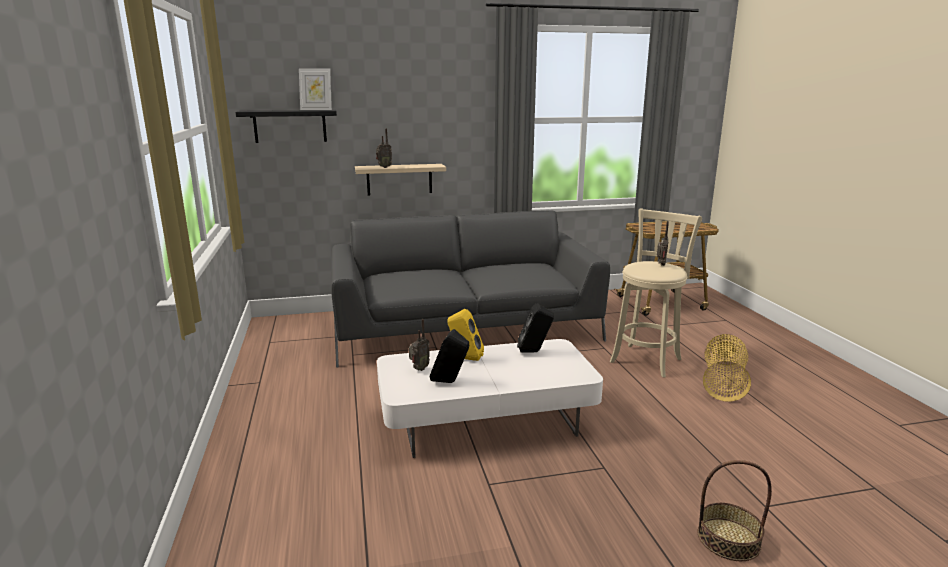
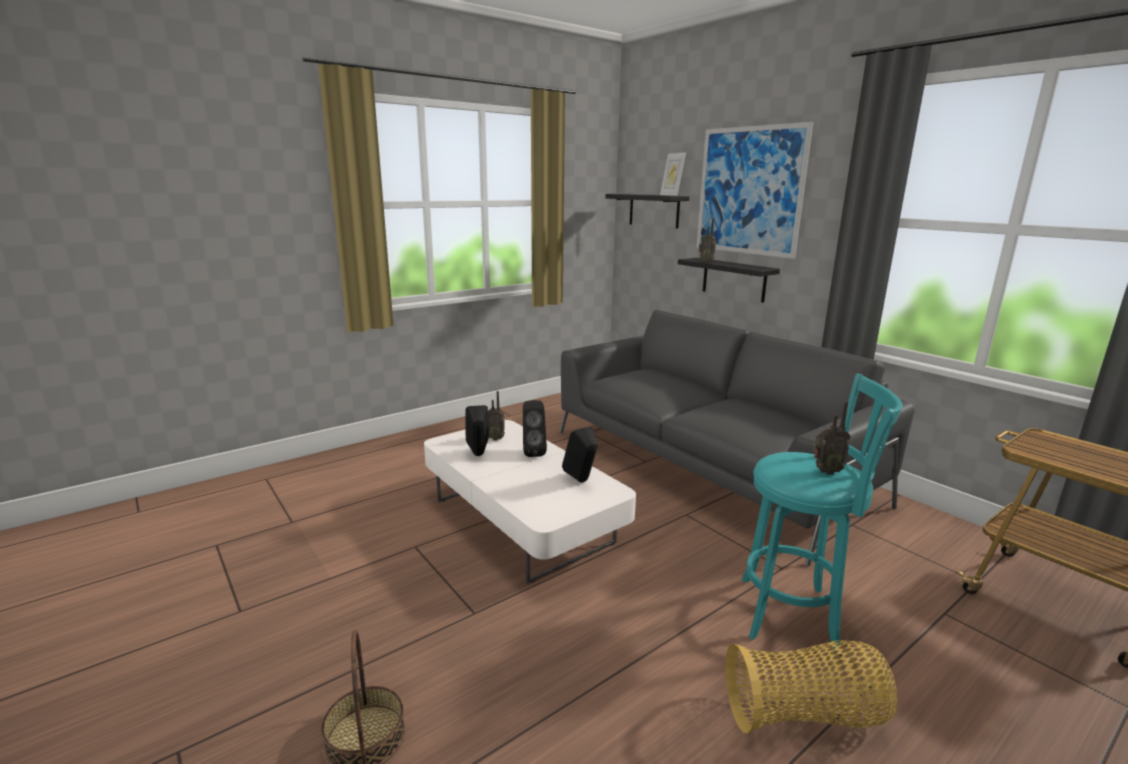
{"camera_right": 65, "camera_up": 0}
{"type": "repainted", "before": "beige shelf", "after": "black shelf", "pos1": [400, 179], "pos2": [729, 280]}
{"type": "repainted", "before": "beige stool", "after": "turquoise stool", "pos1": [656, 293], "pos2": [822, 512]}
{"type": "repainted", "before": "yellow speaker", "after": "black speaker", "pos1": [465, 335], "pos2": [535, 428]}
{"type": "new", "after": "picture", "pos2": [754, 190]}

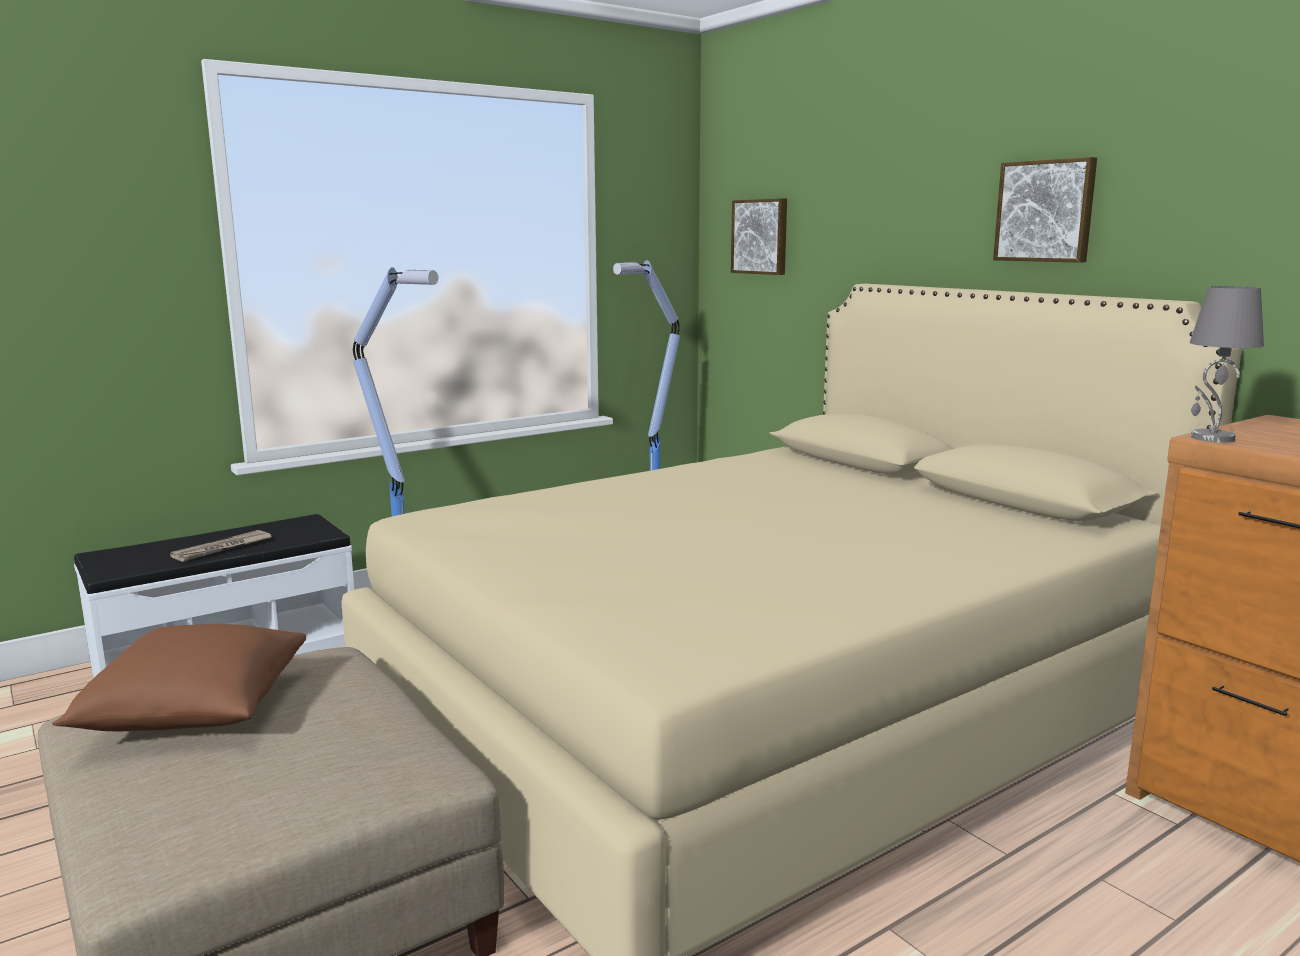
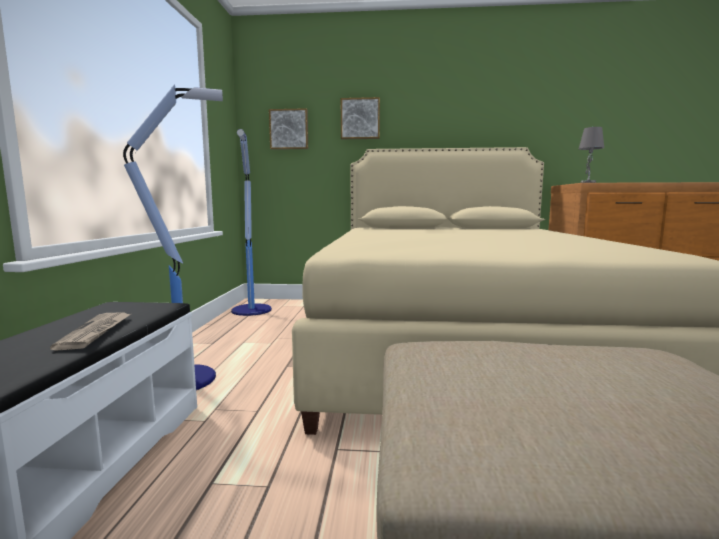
{"camera_right": -50, "camera_up": -5}
{"type": "shifted", "before": "picture", "pos1": [1045, 210], "pos2": [360, 118]}
{"type": "gone", "before": "brown pillow", "pos1": [179, 677]}

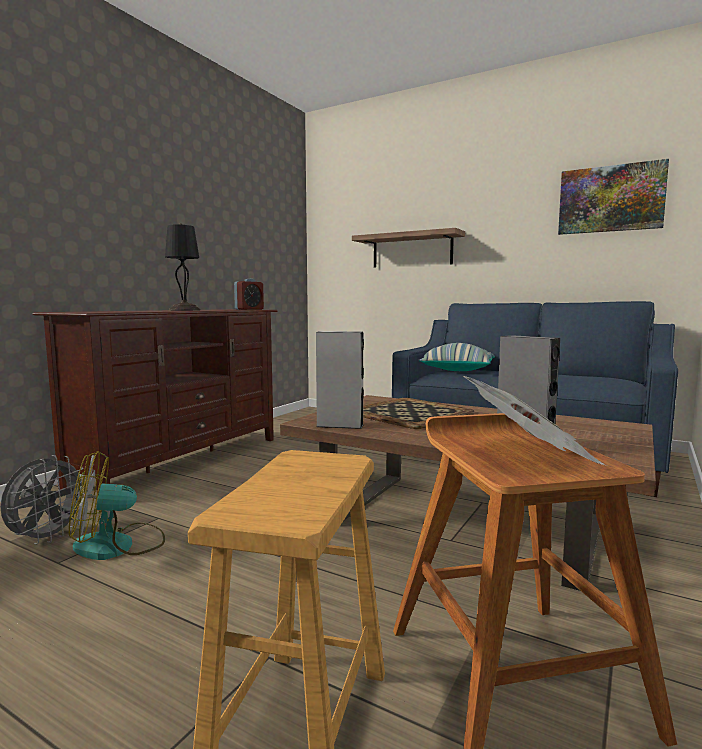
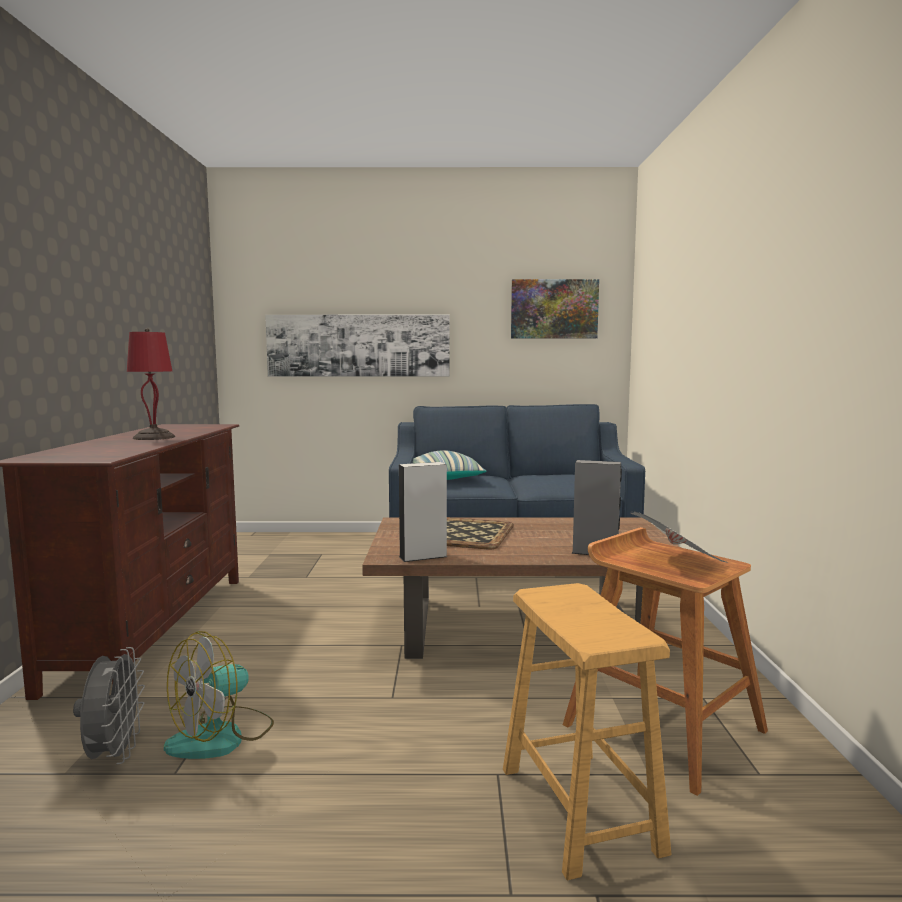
{"camera_right": -30, "camera_up": 0}
{"type": "repainted", "before": "black table lamp", "after": "red table lamp", "pos1": [182, 267], "pos2": [151, 384]}
{"type": "swapped", "before": "shelf", "after": "picture", "pos1": [408, 247], "pos2": [357, 345]}
{"type": "gone", "before": "alarm clock", "pos1": [249, 294]}

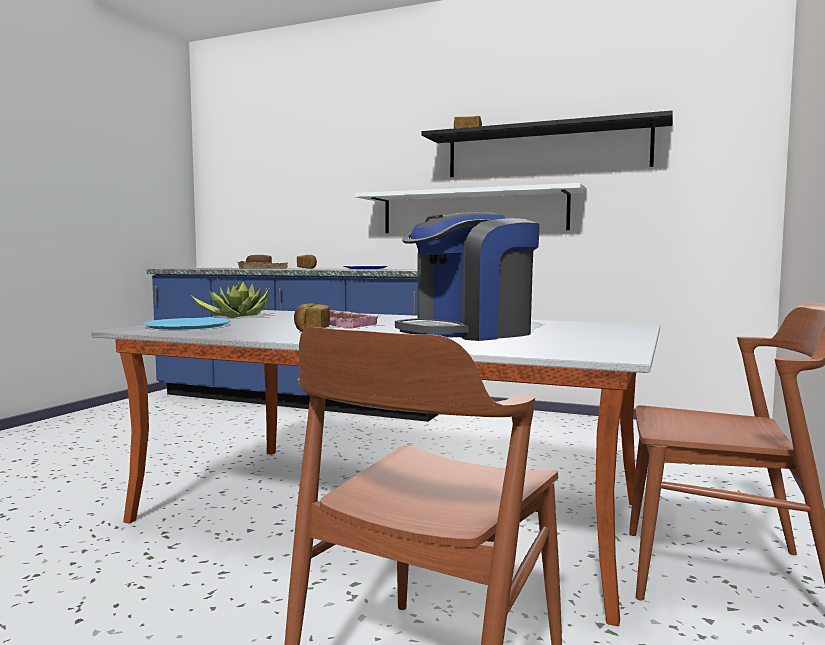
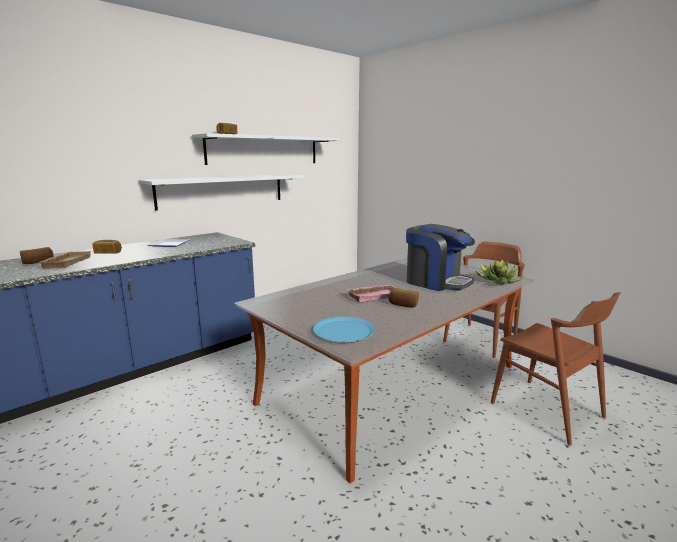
{"camera_right": -65, "camera_up": 10}
{"type": "repainted", "before": "black shelf", "after": "white shelf", "pos1": [547, 143], "pos2": [265, 149]}
{"type": "rotated", "before": "coffee machine", "pos1": [467, 276], "pos2": [440, 257], "turn": -45}
{"type": "shifted", "before": "potted plant", "pos1": [231, 299], "pos2": [500, 272]}

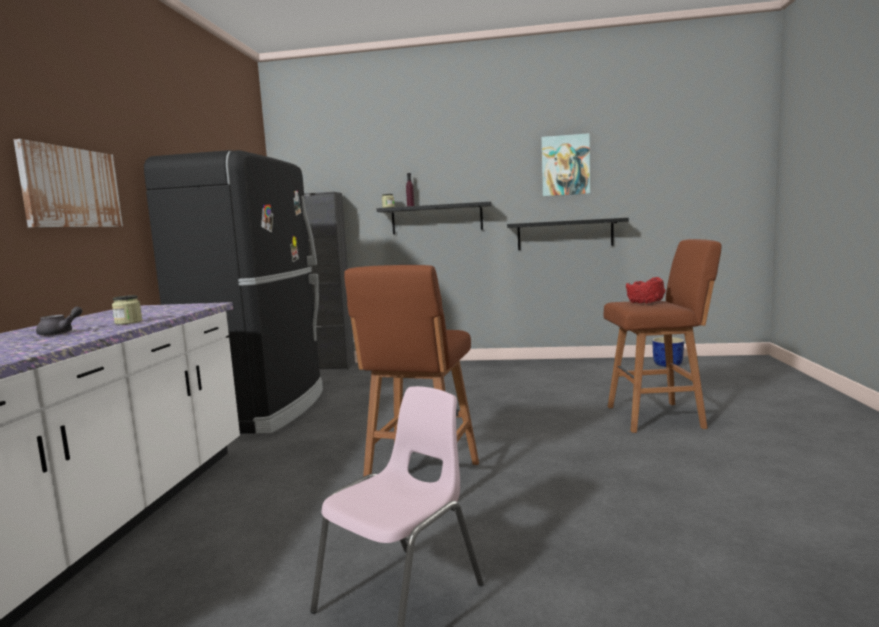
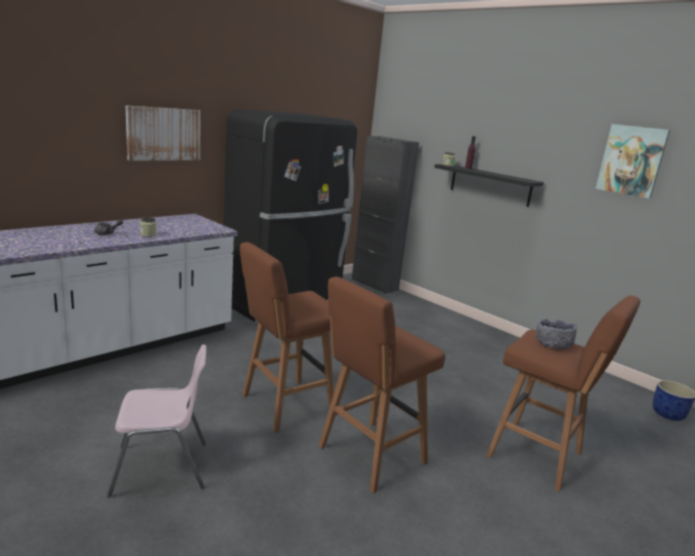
{"camera_right": 35, "camera_up": 10}
{"type": "gone", "before": "black shelf", "pos1": [568, 234]}
{"type": "repainted", "before": "red bowl", "after": "grey bowl", "pos1": [646, 290], "pos2": [556, 334]}
{"type": "new", "after": "brown stool", "pos2": [381, 385]}

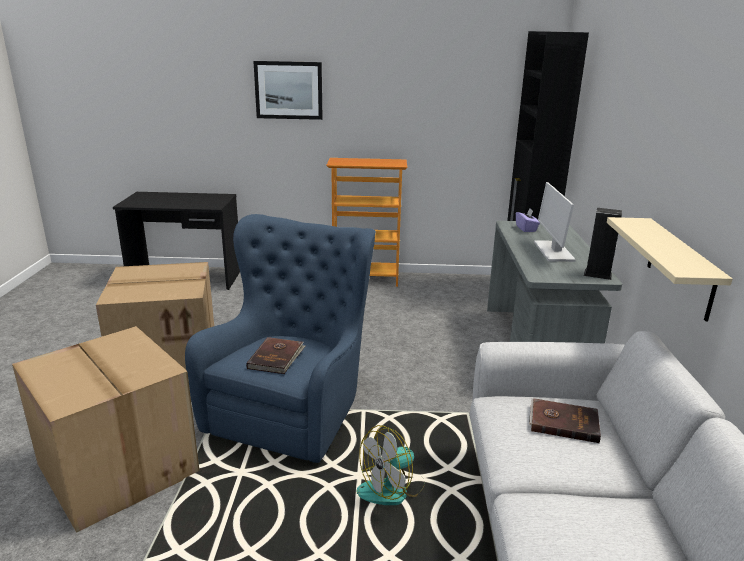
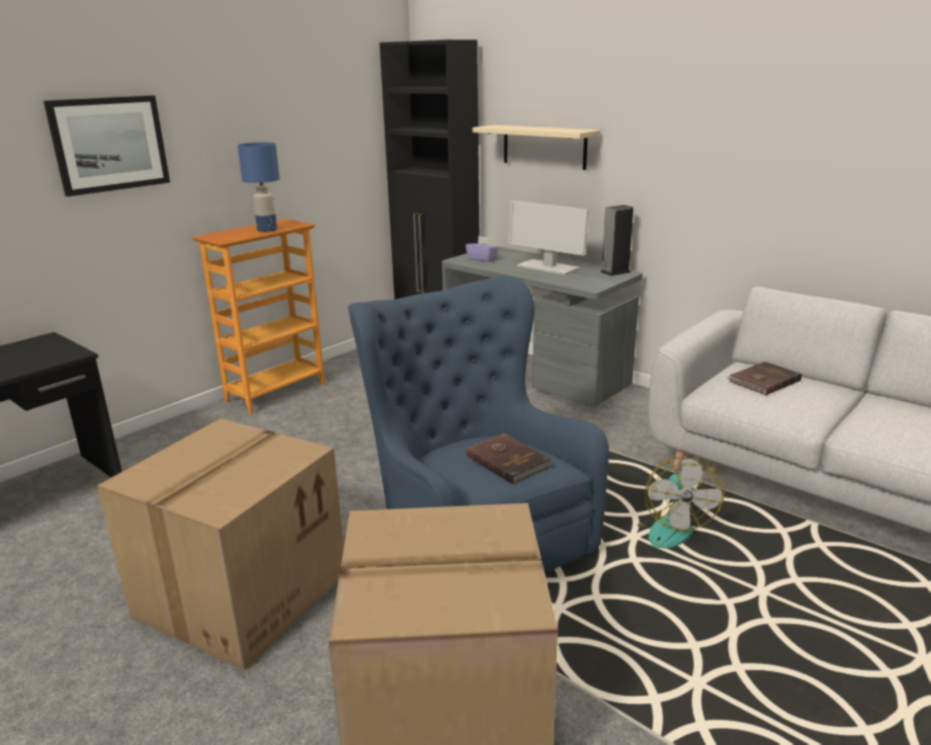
{"camera_right": -50, "camera_up": 0}
{"type": "shifted", "before": "beige shelf", "pos1": [670, 269], "pos2": [537, 147]}
{"type": "new", "after": "blue table lamp", "pos2": [259, 187]}

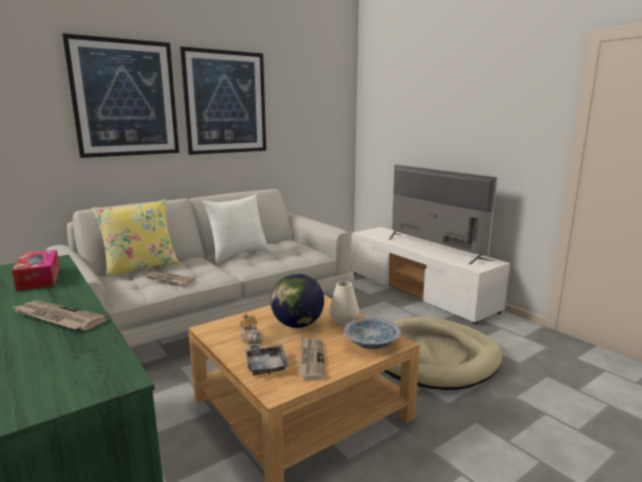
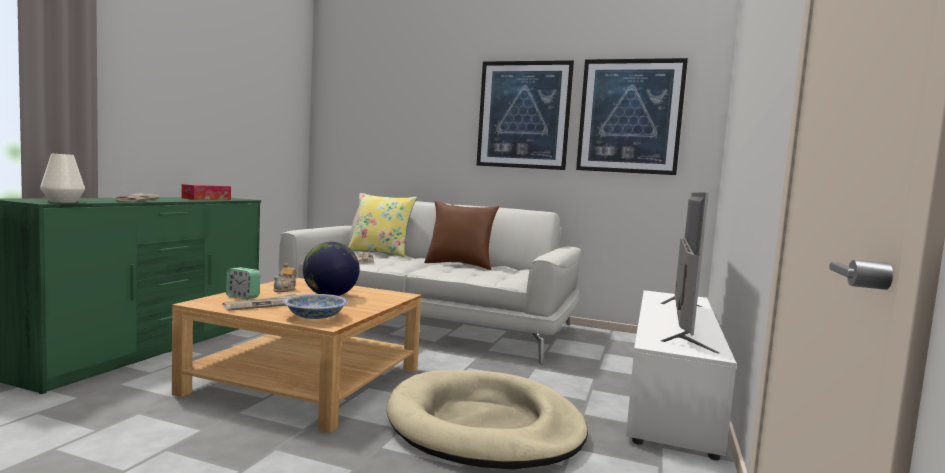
{"camera_right": 55, "camera_up": -10}
{"type": "shifted", "before": "picture", "pos1": [120, 95], "pos2": [632, 116]}
{"type": "repainted", "before": "white pillow", "after": "brown pillow", "pos1": [236, 228], "pos2": [461, 235]}
{"type": "shifted", "before": "white vase", "pos1": [344, 303], "pos2": [62, 178]}
{"type": "swapped", "before": "grey tray", "after": "alarm clock", "pos1": [267, 359], "pos2": [243, 283]}

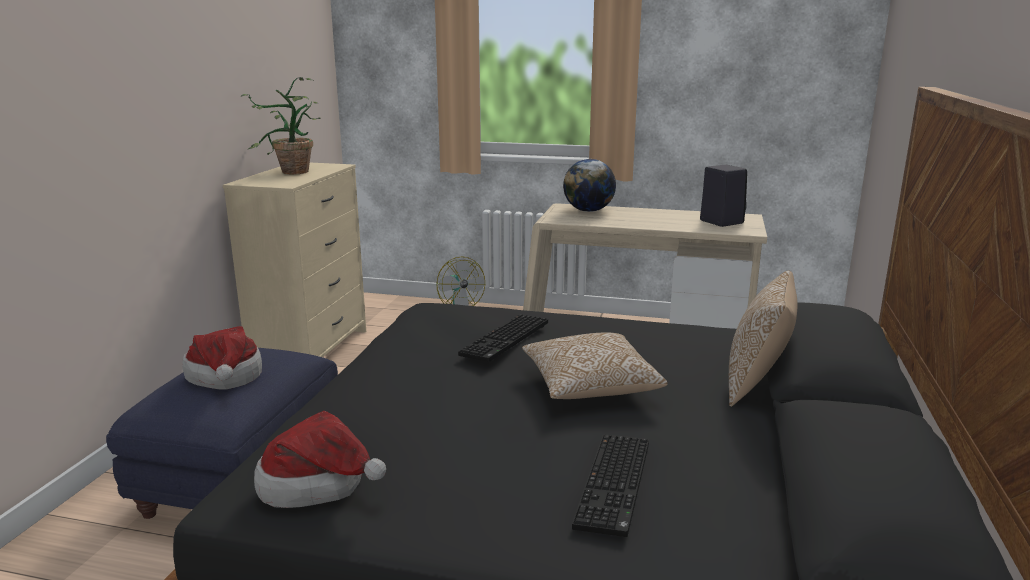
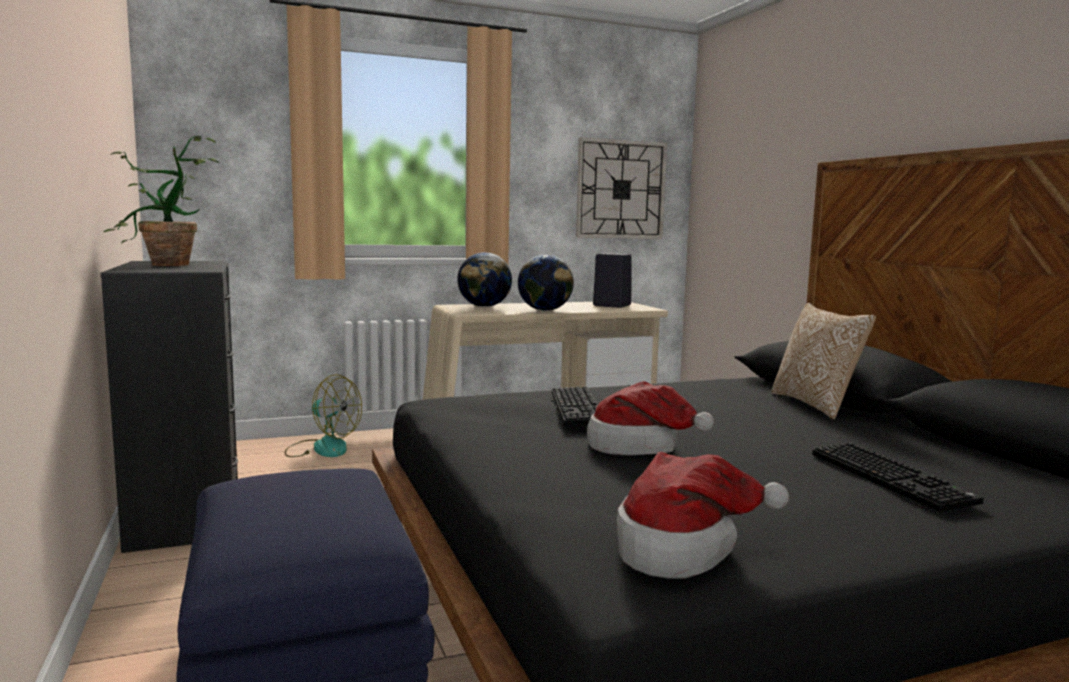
{"camera_right": -35, "camera_up": -10}
{"type": "repainted", "before": "beige dresser", "after": "black dresser", "pos1": [294, 260], "pos2": [169, 407]}
{"type": "shifted", "before": "hat", "pos1": [222, 358], "pos2": [650, 418]}
{"type": "gone", "before": "pillow", "pos1": [595, 366]}
{"type": "new", "after": "wall clock", "pos2": [621, 188]}
{"type": "new", "after": "globe", "pos2": [546, 283]}

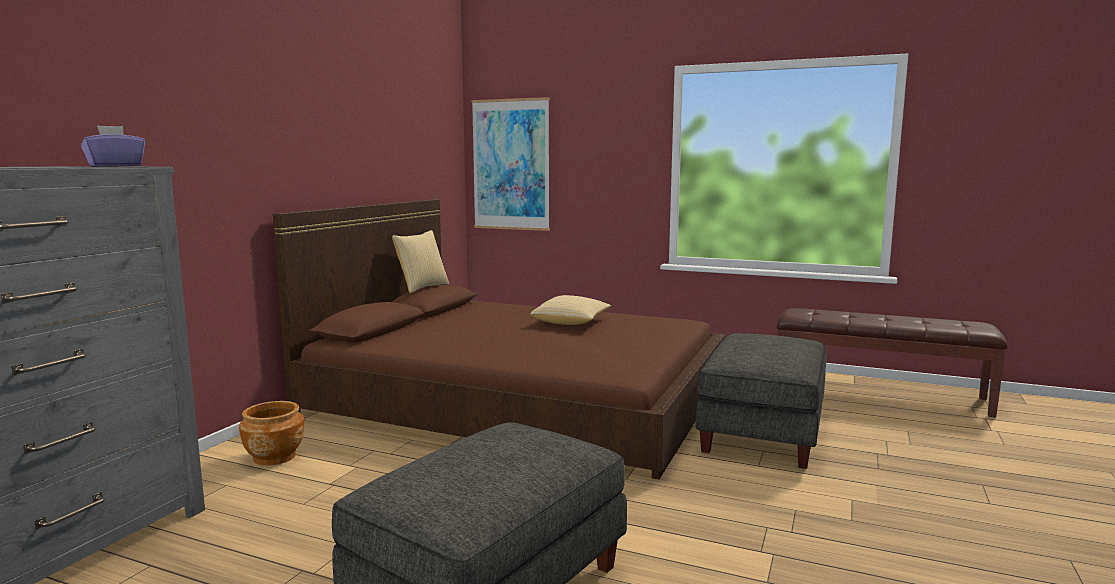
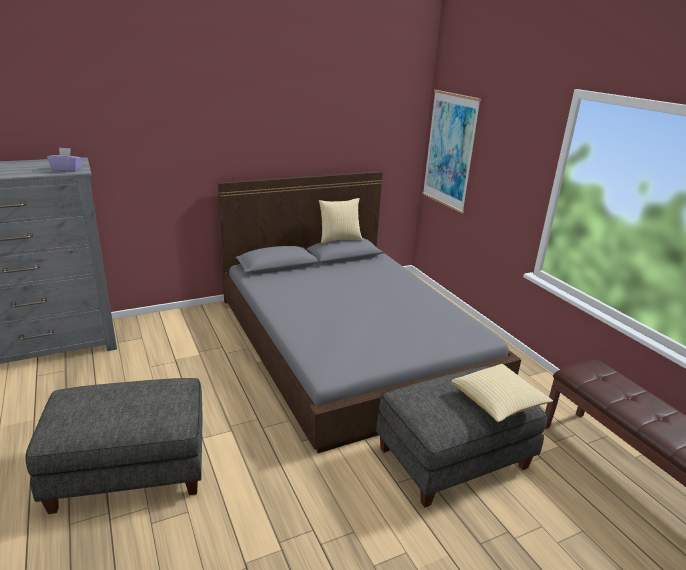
{"camera_right": 40, "camera_up": 15}
{"type": "repainted", "before": "brown bed", "after": "grey bed", "pos1": [499, 339], "pos2": [369, 312]}
{"type": "shifted", "before": "pillow", "pos1": [570, 310], "pos2": [502, 393]}
{"type": "gone", "before": "brown planter", "pos1": [271, 433]}

